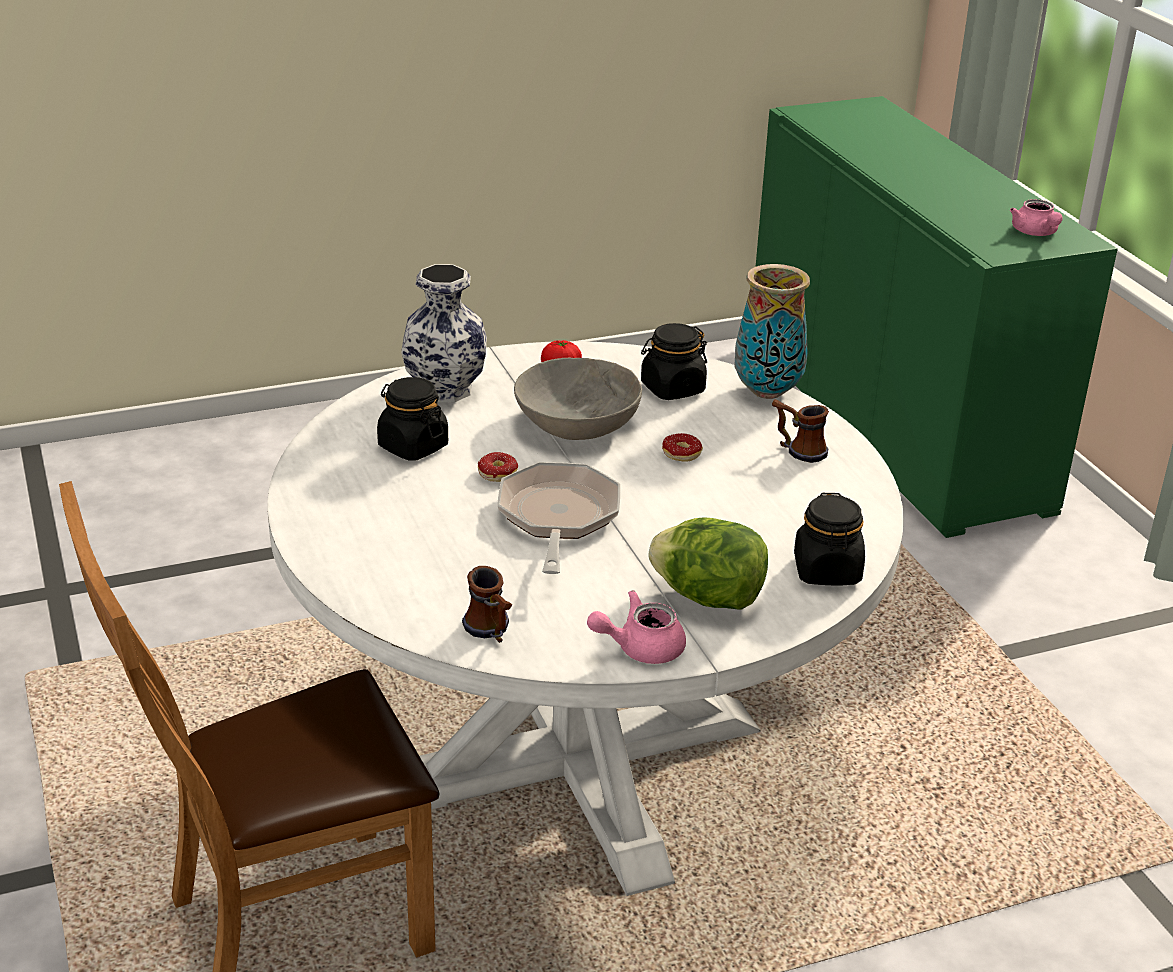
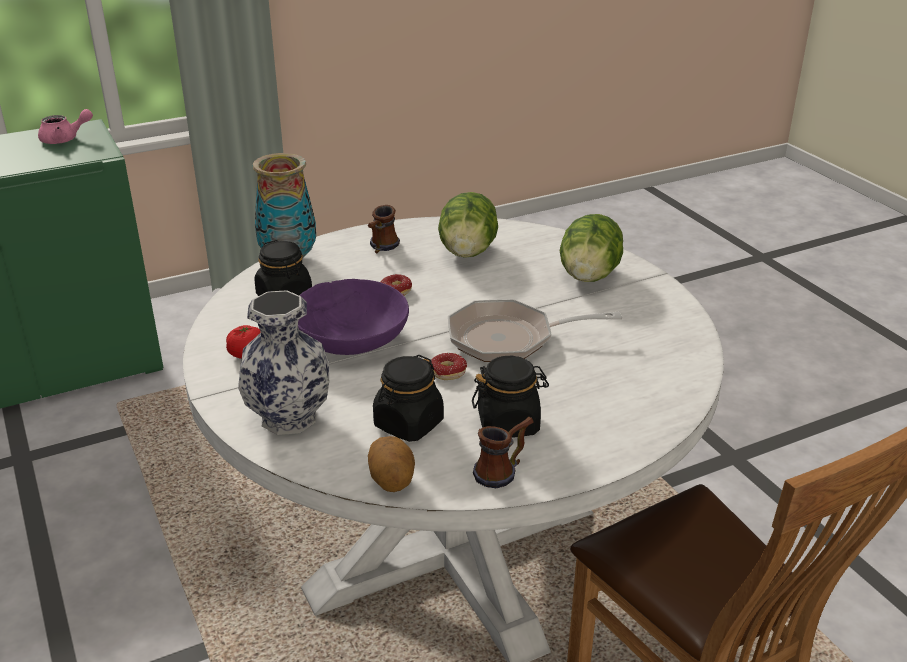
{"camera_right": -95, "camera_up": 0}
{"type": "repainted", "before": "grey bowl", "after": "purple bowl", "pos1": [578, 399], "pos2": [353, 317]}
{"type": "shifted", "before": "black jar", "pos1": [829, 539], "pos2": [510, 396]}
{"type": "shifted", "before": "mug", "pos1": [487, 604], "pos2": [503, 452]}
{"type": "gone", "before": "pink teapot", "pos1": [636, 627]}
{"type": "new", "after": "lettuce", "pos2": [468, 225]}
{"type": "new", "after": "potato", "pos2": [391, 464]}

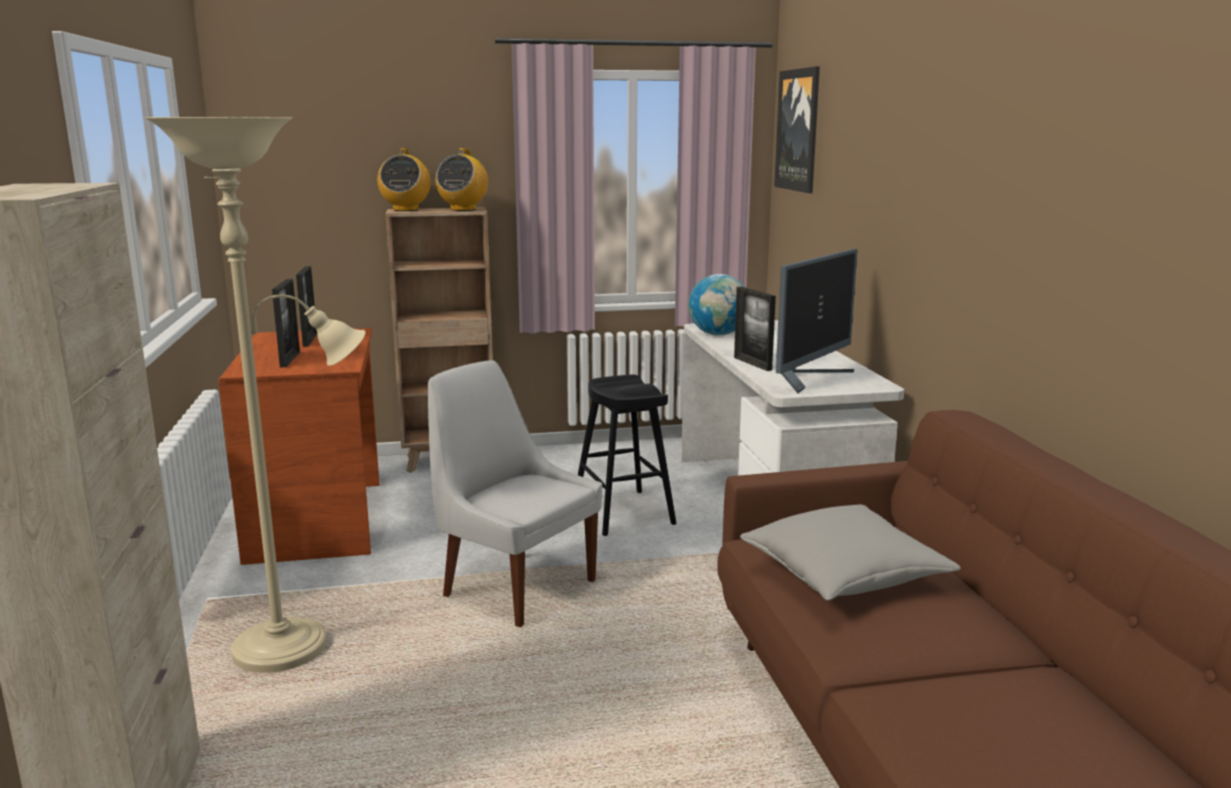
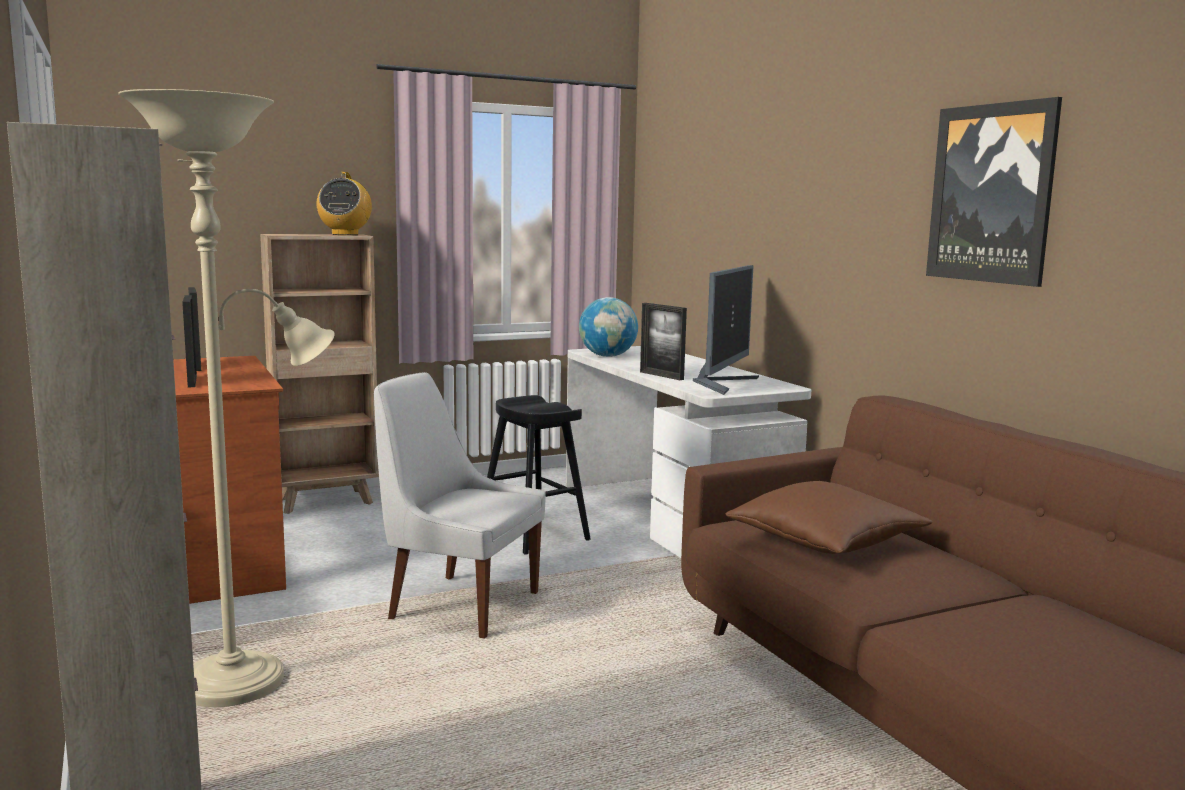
{"camera_right": -15, "camera_up": -5}
{"type": "shifted", "before": "picture", "pos1": [797, 129], "pos2": [994, 192]}
{"type": "gone", "before": "radio", "pos1": [404, 179]}
{"type": "repainted", "before": "grey pillow", "after": "brown pillow", "pos1": [850, 552], "pos2": [828, 517]}

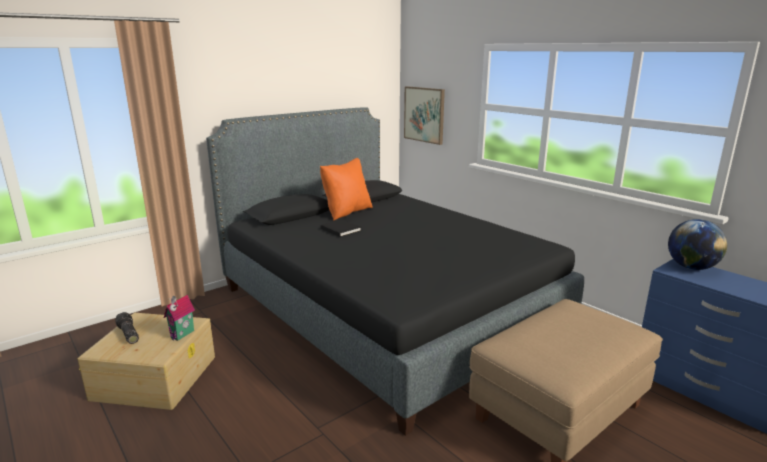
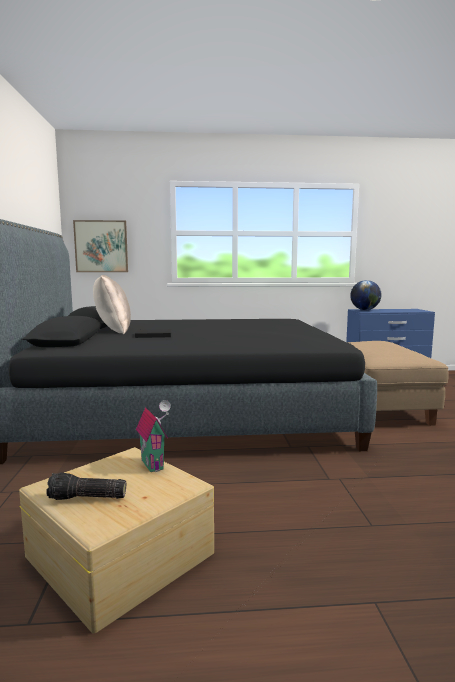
{"camera_right": -55, "camera_up": -10}
{"type": "repainted", "before": "orange pillow", "after": "beige pillow", "pos1": [346, 189], "pos2": [112, 304]}

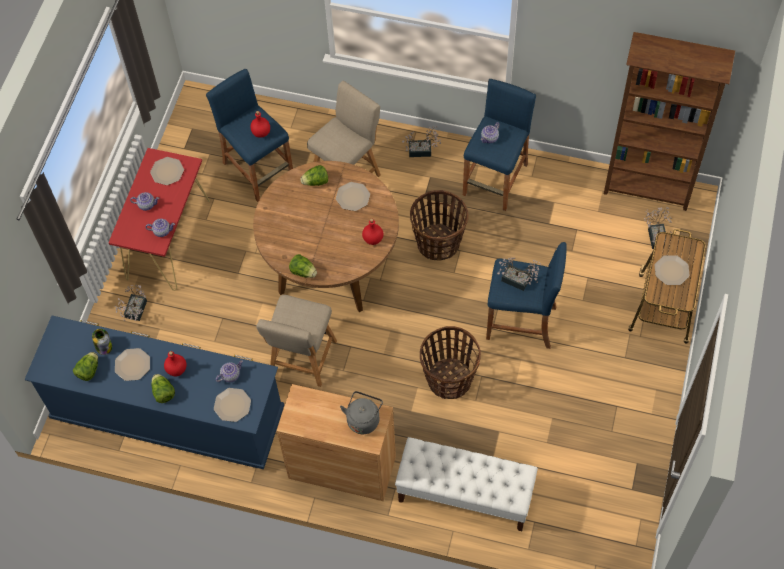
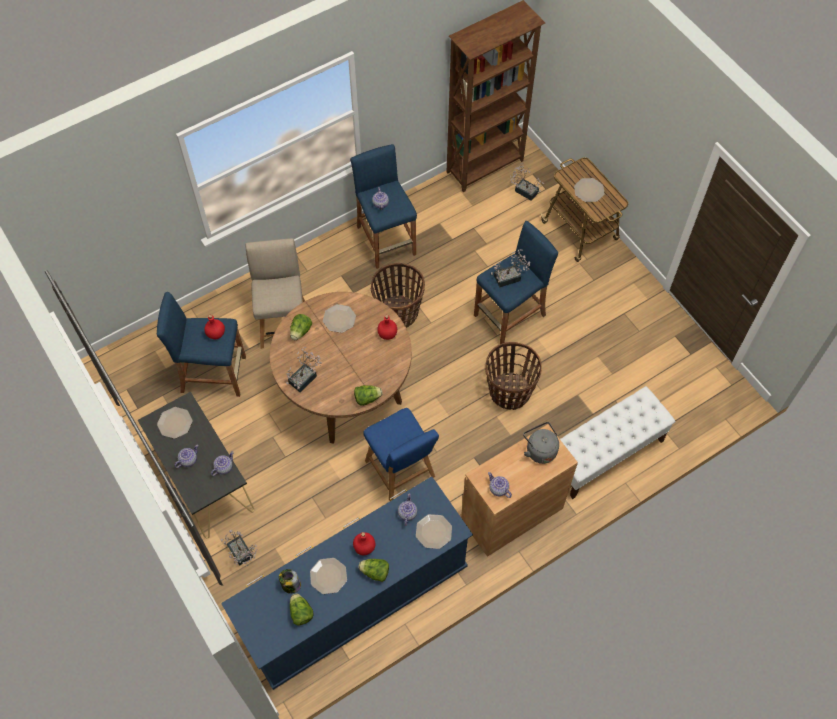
{"camera_right": -50, "camera_up": 0}
{"type": "shifted", "before": "potted plant", "pos1": [421, 141], "pos2": [304, 369]}
{"type": "repainted", "before": "red console table", "after": "black console table", "pos1": [159, 219], "pos2": [196, 465]}
{"type": "repainted", "before": "beige chair", "after": "blue chair", "pos1": [296, 341], "pos2": [401, 454]}
{"type": "new", "after": "teapot", "pos2": [500, 485]}

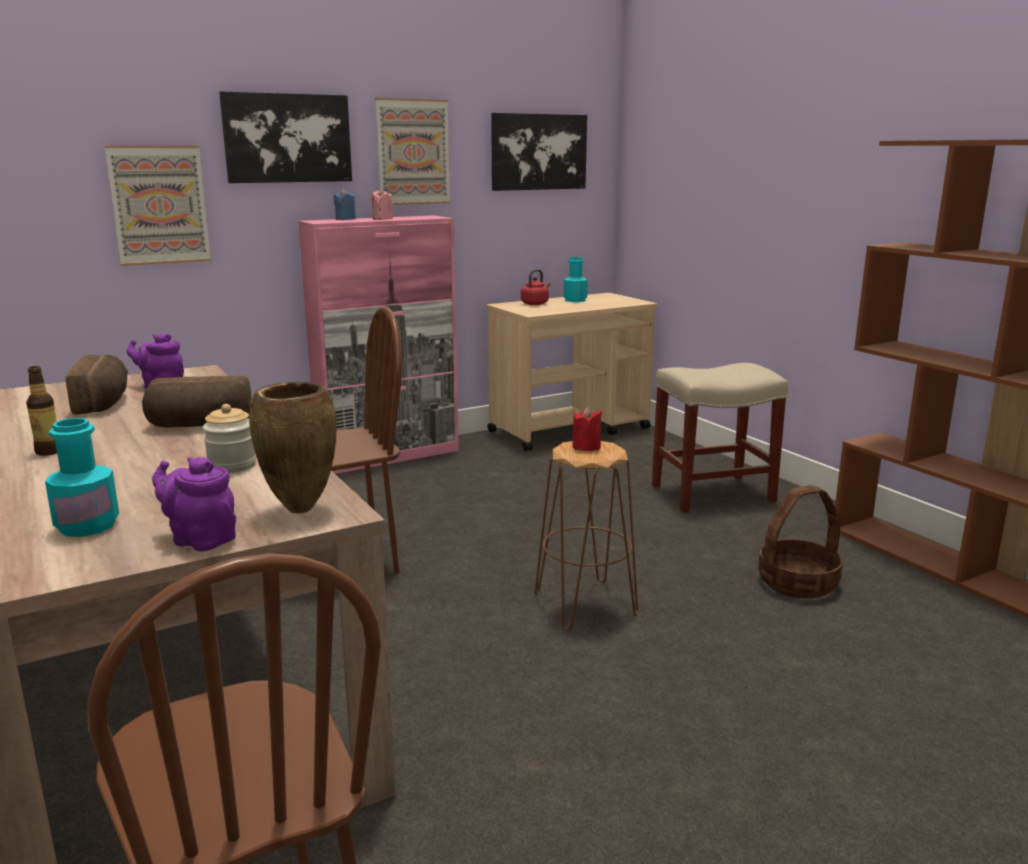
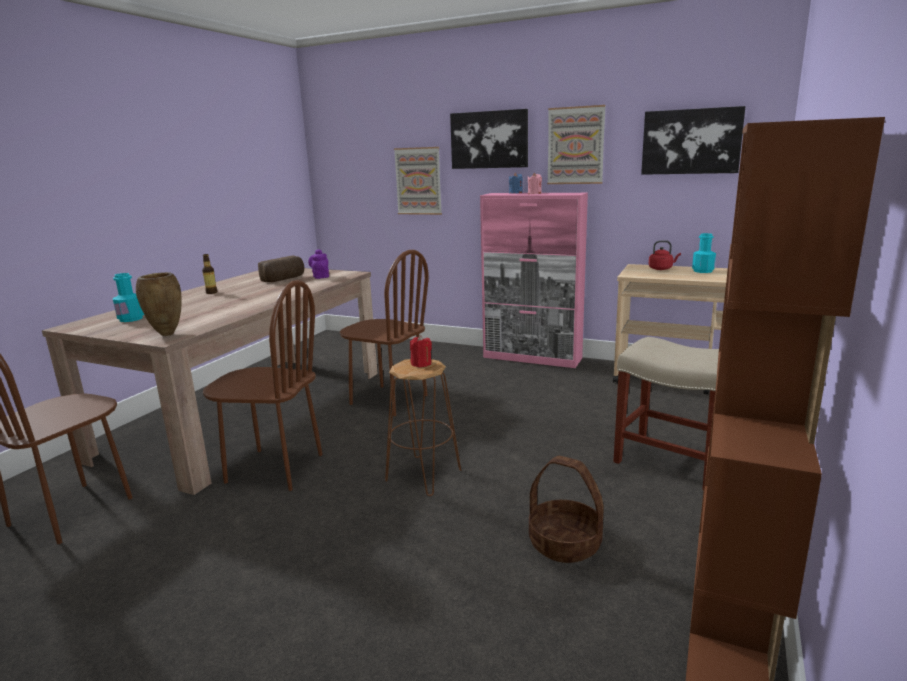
{"camera_right": 55, "camera_up": 0}
{"type": "gone", "before": "bread", "pos1": [197, 401]}
{"type": "gone", "before": "jar", "pos1": [229, 438]}
{"type": "gone", "before": "purple teapot", "pos1": [194, 504]}
{"type": "new", "after": "brown chair", "pos2": [263, 385]}

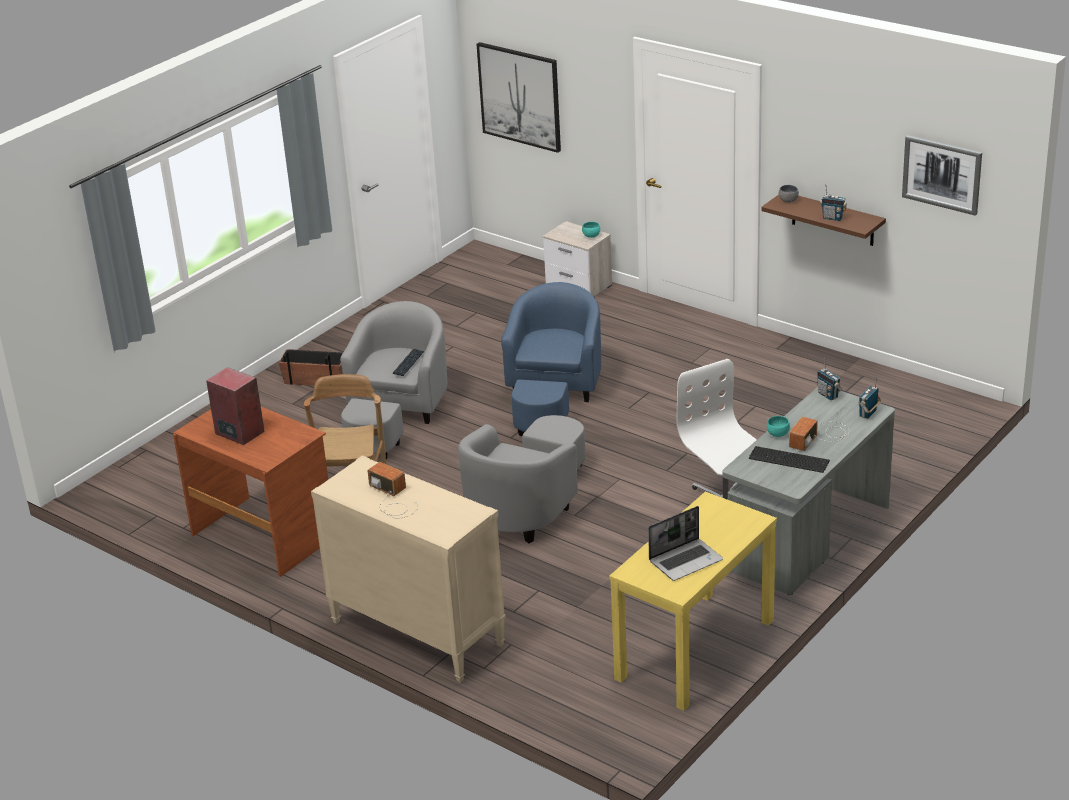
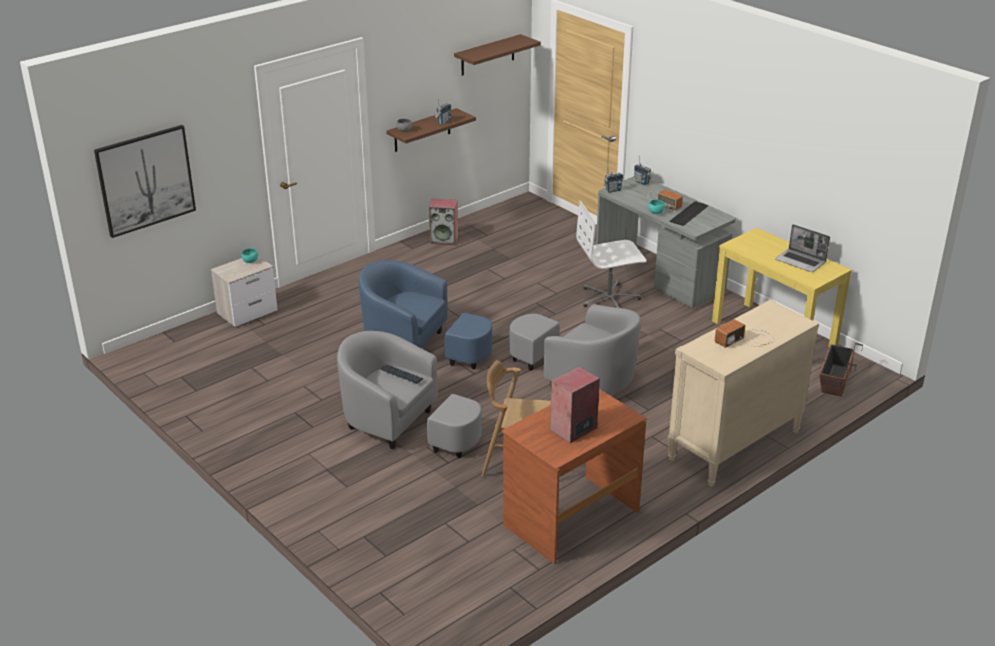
{"camera_right": -80, "camera_up": 0}
{"type": "swapped", "before": "picture", "after": "brown shelf", "pos1": [942, 175], "pos2": [497, 55]}
{"type": "shifted", "before": "planter", "pos1": [310, 367], "pos2": [841, 370]}
{"type": "rotated", "before": "laptop", "pos1": [685, 543], "pos2": [802, 248], "turn": 150}
{"type": "new", "after": "speaker", "pos2": [443, 222]}

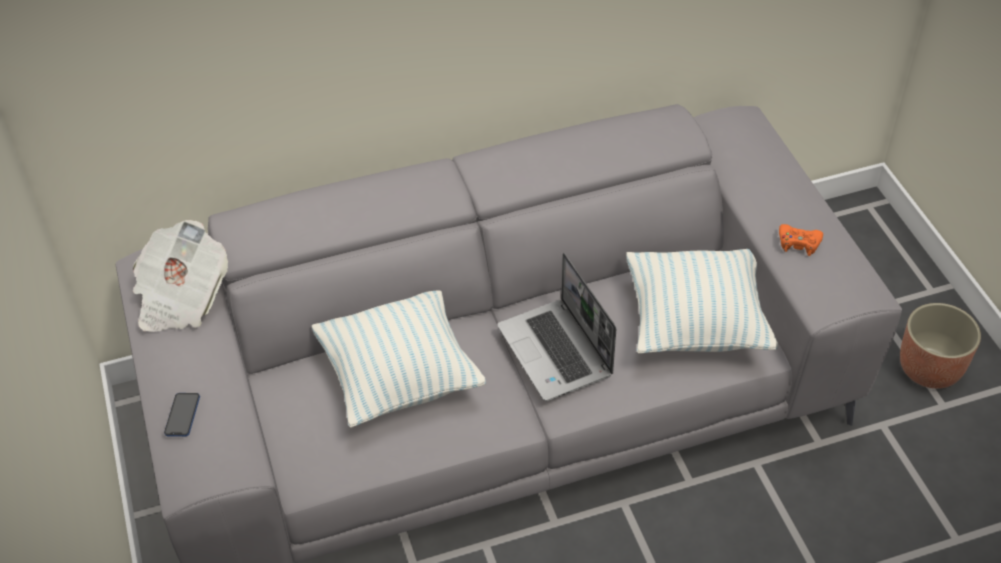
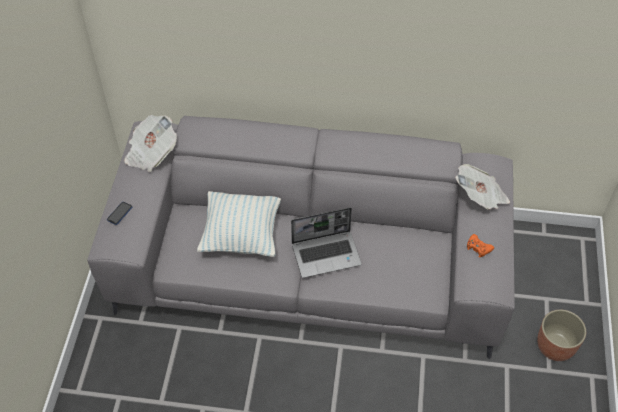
{"camera_right": 25, "camera_up": 5}
{"type": "gone", "before": "pillow", "pos1": [702, 301]}
{"type": "rotated", "before": "laptop", "pos1": [556, 327], "pos2": [326, 242], "turn": -105}
{"type": "new", "after": "newspaper", "pos2": [482, 187]}

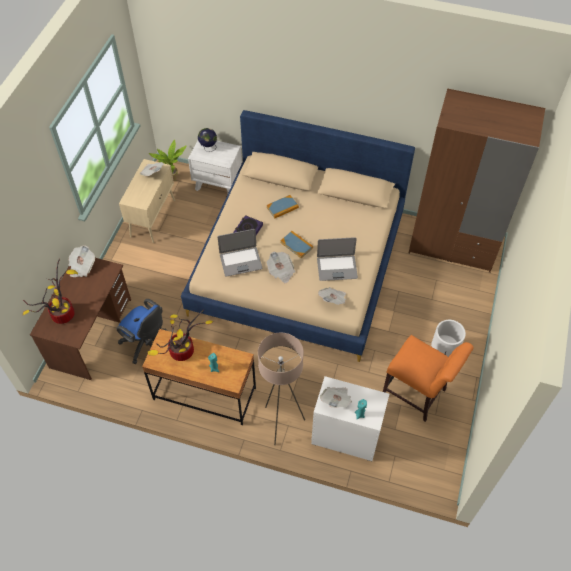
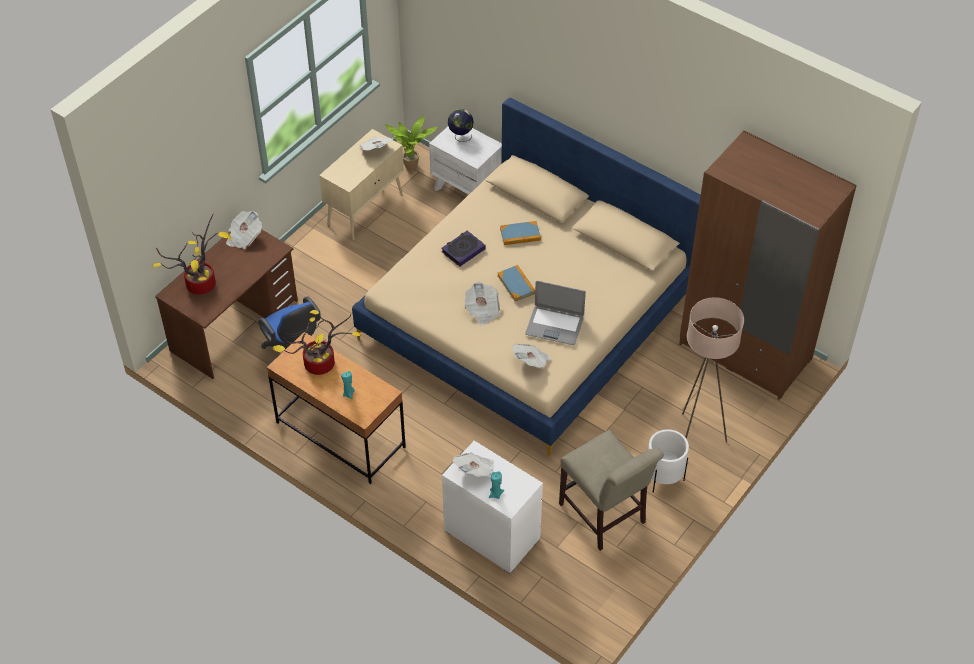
{"camera_right": 20, "camera_up": -5}
{"type": "gone", "before": "laptop", "pos1": [240, 253]}
{"type": "shifted", "before": "beige floor lamp", "pos1": [281, 389], "pos2": [713, 369]}
{"type": "repainted", "before": "orange chair", "after": "beige chair", "pos1": [428, 378], "pos2": [611, 490]}

